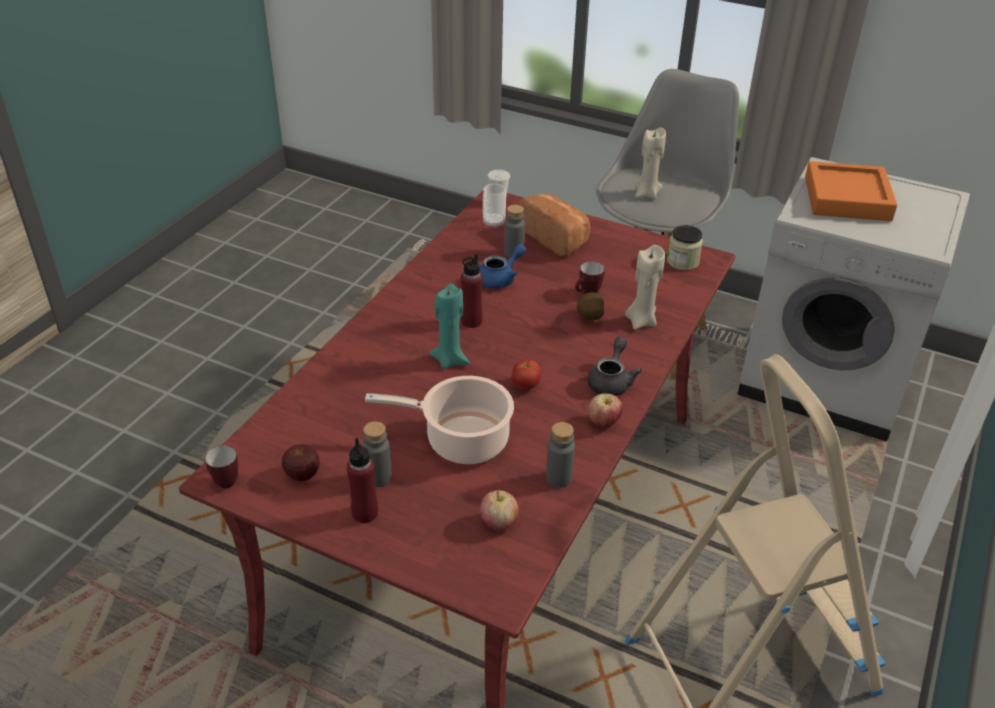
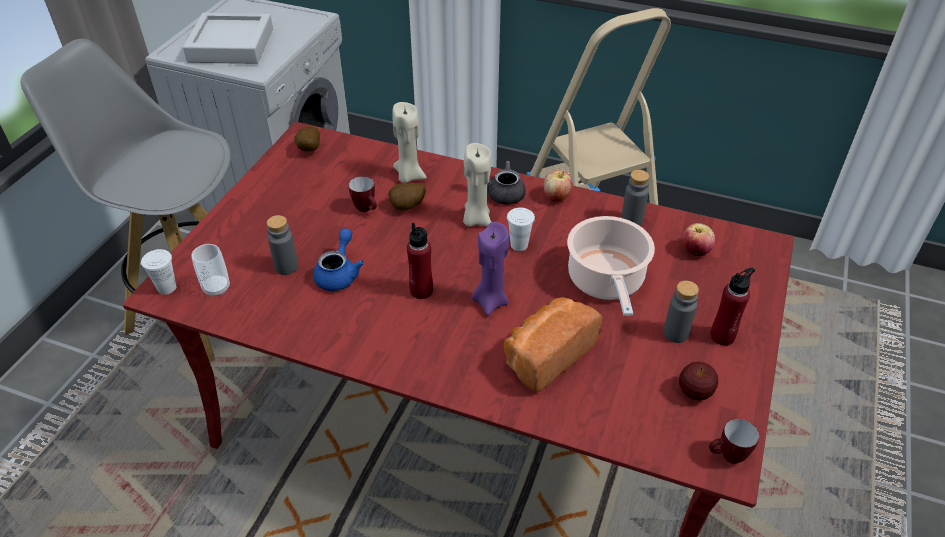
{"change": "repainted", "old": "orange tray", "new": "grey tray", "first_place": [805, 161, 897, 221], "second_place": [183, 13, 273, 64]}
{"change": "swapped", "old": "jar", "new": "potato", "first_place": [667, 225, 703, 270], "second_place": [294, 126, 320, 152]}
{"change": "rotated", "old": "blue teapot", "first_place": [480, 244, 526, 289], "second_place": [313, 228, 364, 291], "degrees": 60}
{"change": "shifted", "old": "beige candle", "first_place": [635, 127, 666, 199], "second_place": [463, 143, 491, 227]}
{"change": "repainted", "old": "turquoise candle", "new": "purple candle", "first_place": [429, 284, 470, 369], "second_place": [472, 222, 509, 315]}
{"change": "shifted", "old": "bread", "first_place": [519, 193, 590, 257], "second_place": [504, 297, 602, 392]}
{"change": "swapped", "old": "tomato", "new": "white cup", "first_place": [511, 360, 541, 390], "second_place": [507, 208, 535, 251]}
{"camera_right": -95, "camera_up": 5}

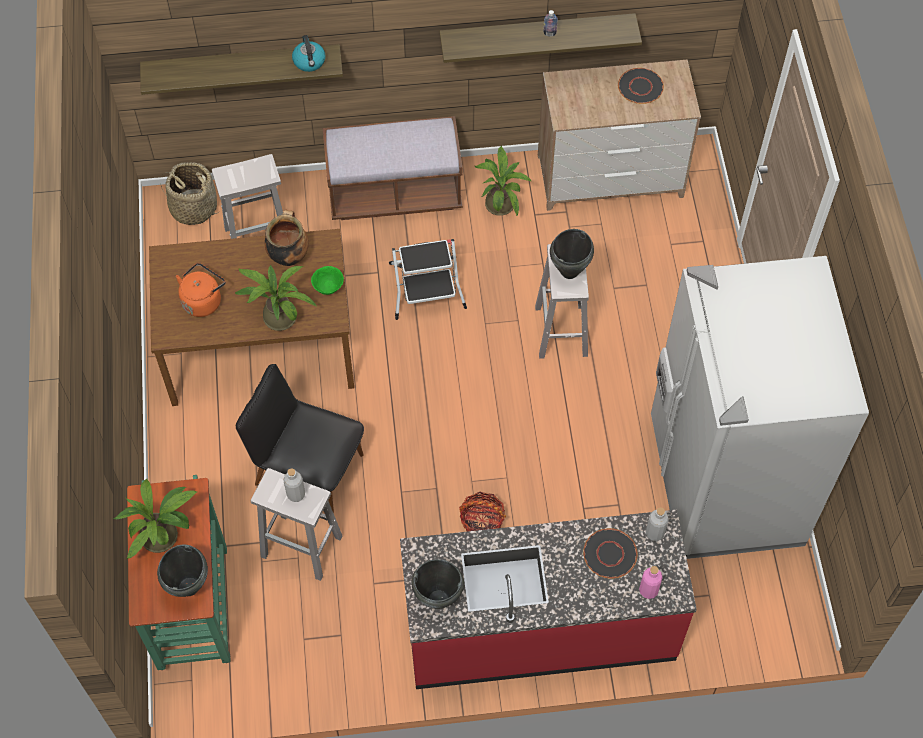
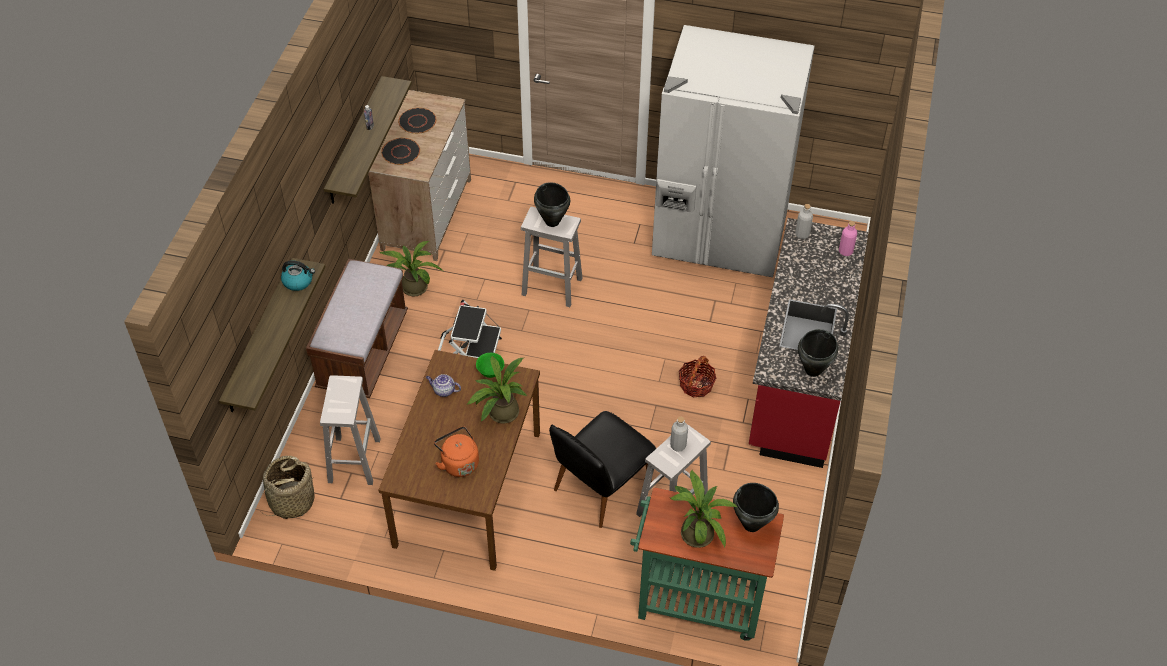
{"change": "shifted", "old": "black plate", "first_place": [583, 528, 638, 579], "second_place": [381, 138, 420, 165]}
{"change": "swapped", "old": "cooking pot", "new": "teapot", "first_place": [265, 210, 309, 266], "second_place": [426, 374, 461, 397]}
{"camera_right": -70, "camera_up": -10}

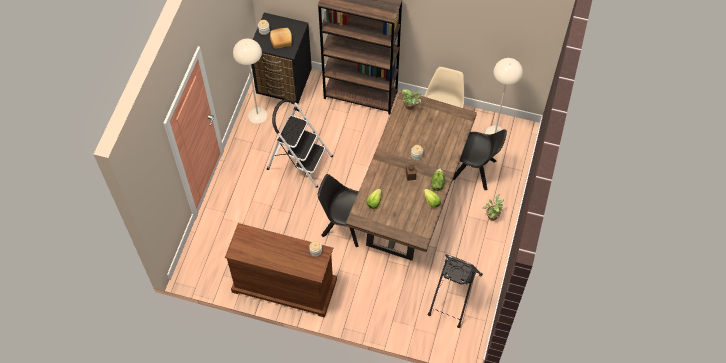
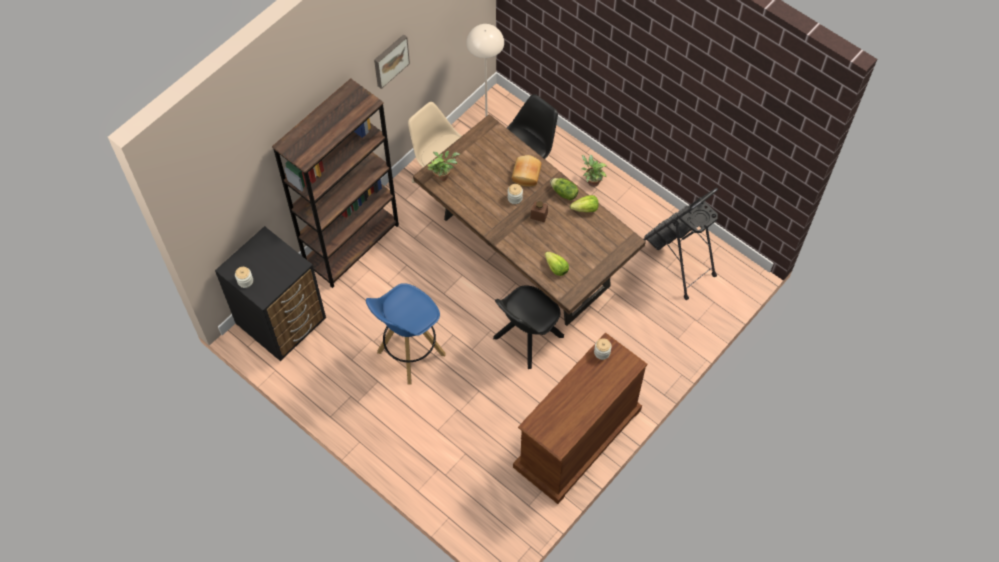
{"change": "swapped", "old": "step ladder", "new": "blue stool", "first_place": [267, 99, 333, 188], "second_place": [366, 283, 446, 385]}
{"change": "new", "new": "picture", "second_place": [374, 34, 410, 89]}
{"change": "shifted", "old": "bread", "first_place": [270, 28, 292, 49], "second_place": [512, 155, 542, 187]}
{"change": "gone", "old": "beige floor lamp", "first_place": [233, 39, 267, 124]}
{"camera_right": -65, "camera_up": 0}

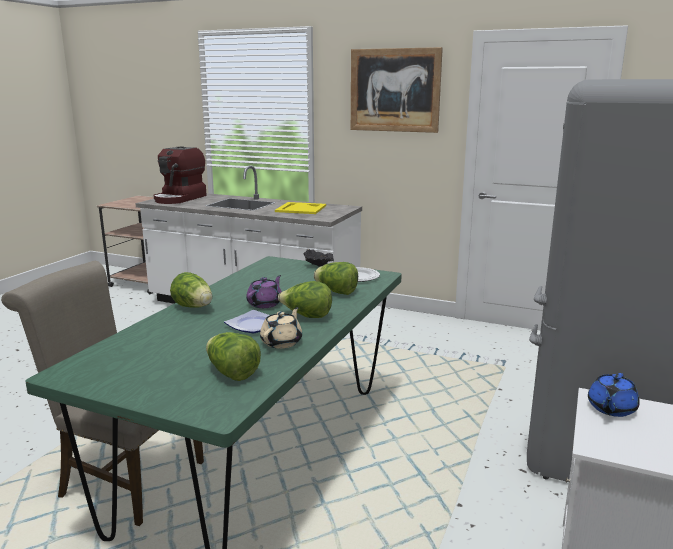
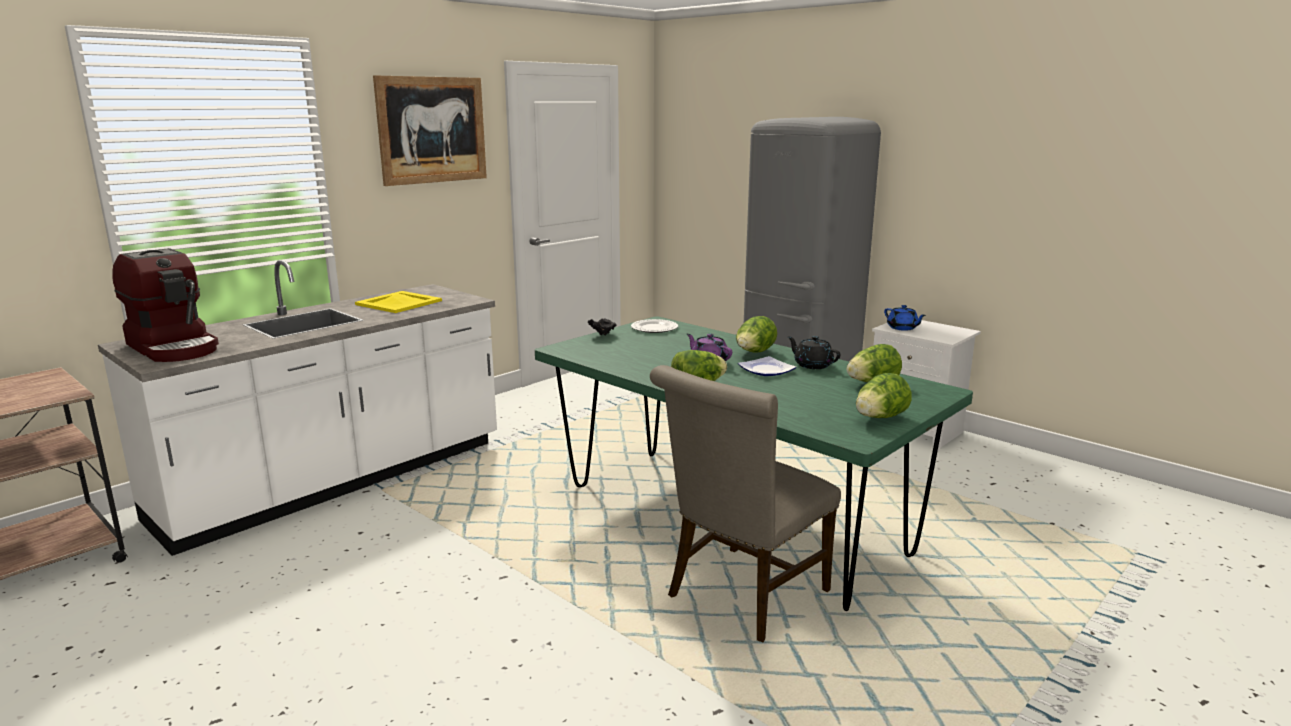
{"change": "repainted", "old": "beige teapot", "new": "black teapot", "first_place": [260, 307, 302, 349], "second_place": [787, 336, 841, 369]}
{"change": "shifted", "old": "lettuce", "first_place": [314, 262, 358, 295], "second_place": [856, 373, 912, 418]}
{"camera_right": -70, "camera_up": 0}

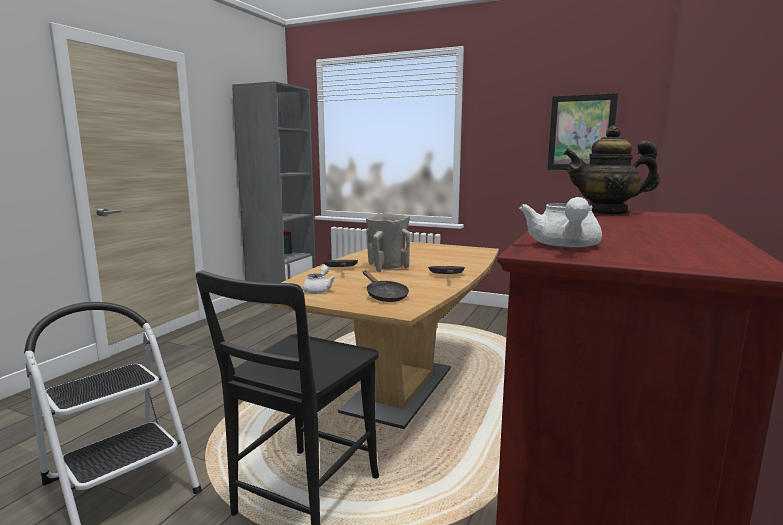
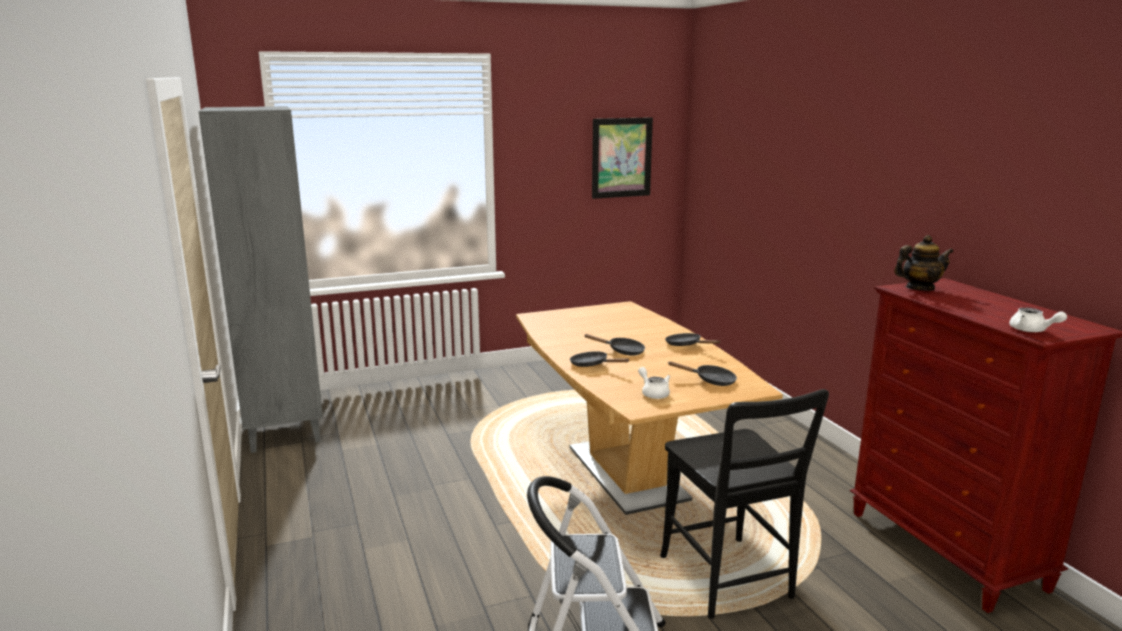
{"change": "swapped", "old": "beige vase", "new": "black frying pan", "first_place": [366, 212, 410, 272], "second_place": [584, 334, 645, 356]}
{"change": "rotated", "old": "teapot", "first_place": [563, 126, 659, 215], "second_place": [894, 235, 954, 291], "degrees": -150}
{"camera_right": -45, "camera_up": 5}

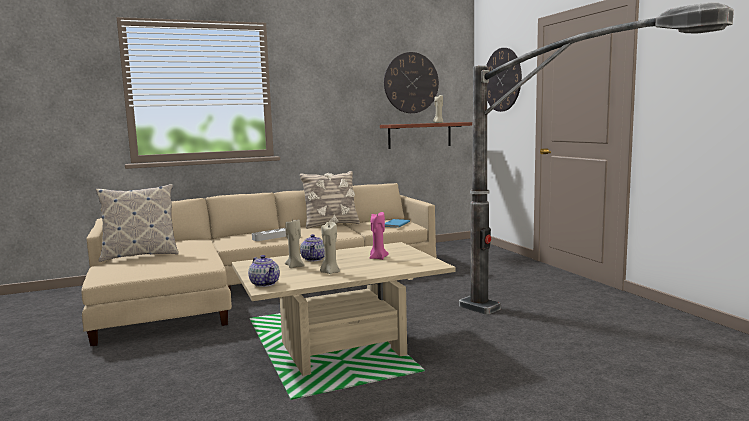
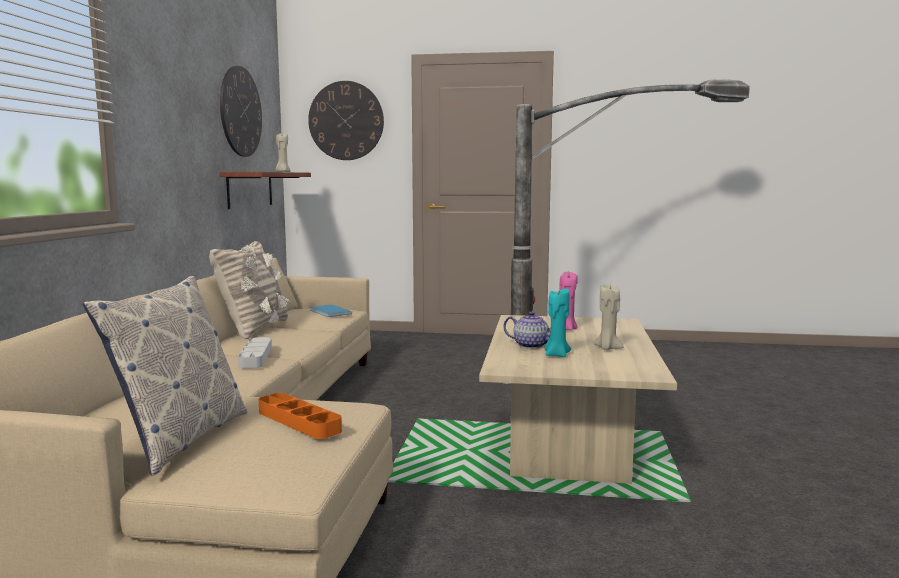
{"change": "new", "new": "orange tray", "second_place": [259, 393, 342, 439]}
{"change": "repainted", "old": "beige candle", "new": "turquoise candle", "first_place": [285, 219, 305, 268], "second_place": [545, 288, 571, 357]}
{"change": "gone", "old": "teapot", "first_place": [248, 255, 280, 287]}
{"camera_right": -60, "camera_up": 0}

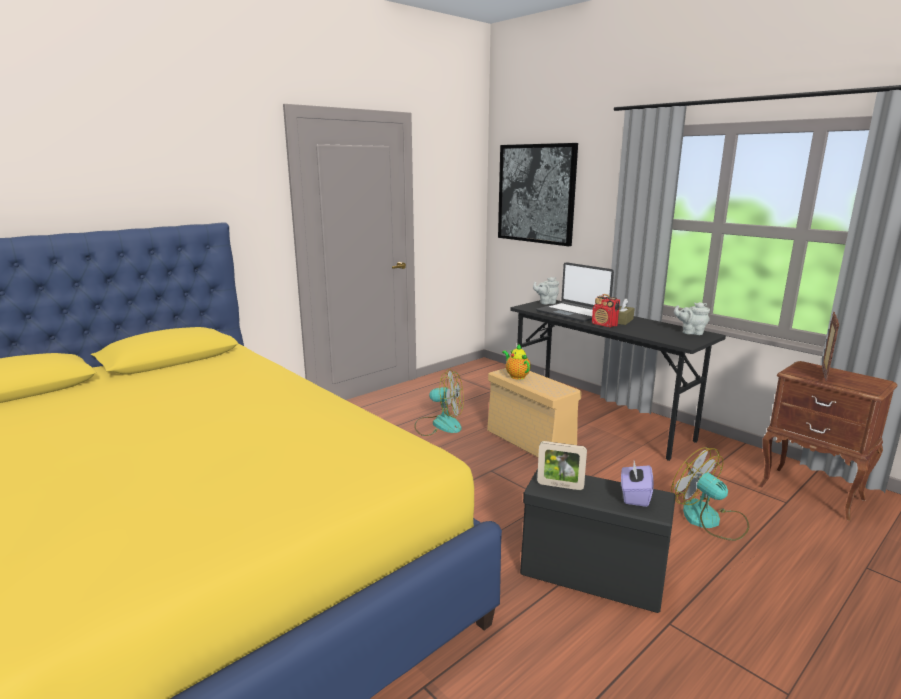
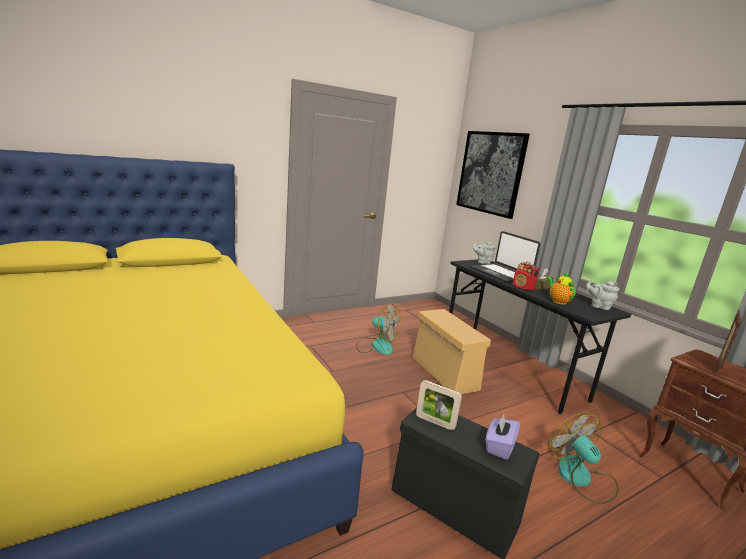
{"change": "shifted", "old": "teapot", "first_place": [502, 344, 531, 380], "second_place": [546, 272, 576, 305]}
{"camera_right": 10, "camera_up": 0}

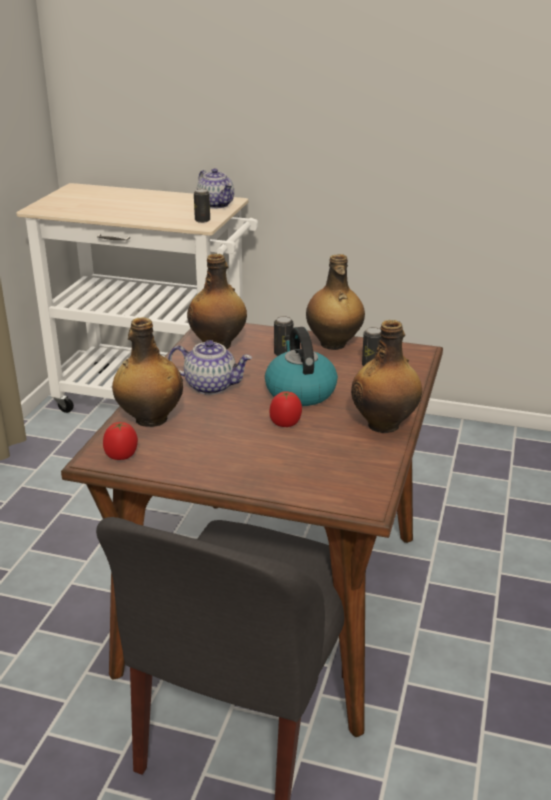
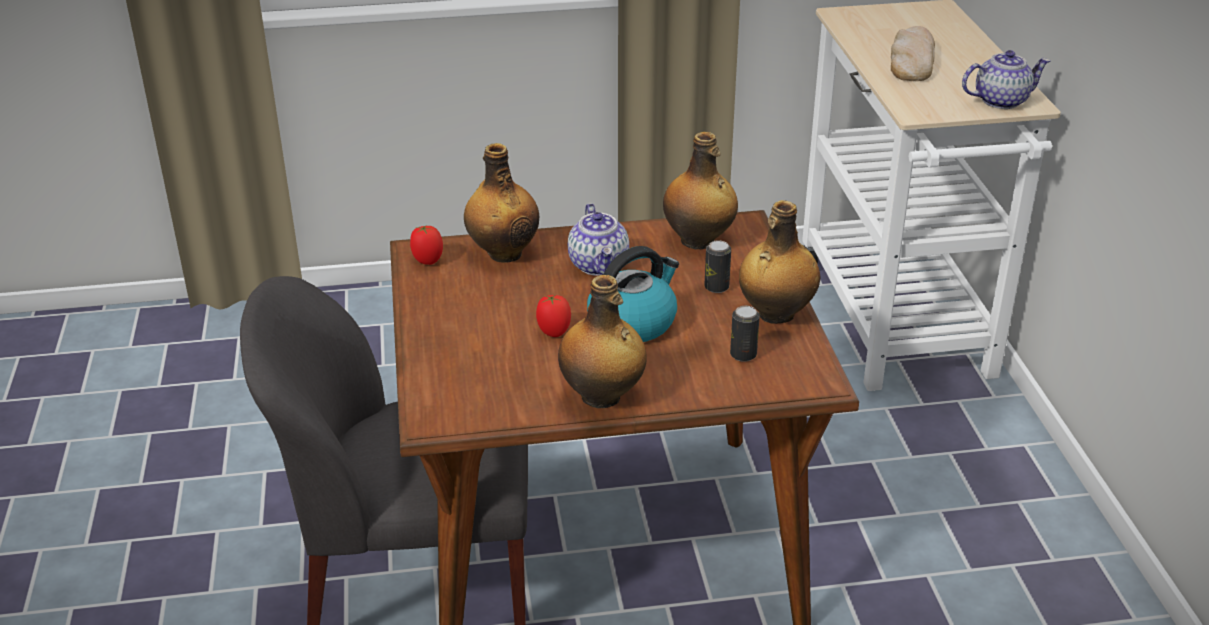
{"change": "new", "new": "bread", "second_place": [891, 26, 935, 81]}
{"change": "rotated", "old": "teapot", "first_place": [197, 168, 234, 209], "second_place": [962, 50, 1050, 109], "degrees": -135}
{"change": "gone", "old": "can", "first_place": [194, 189, 210, 223]}
{"camera_right": 65, "camera_up": 5}

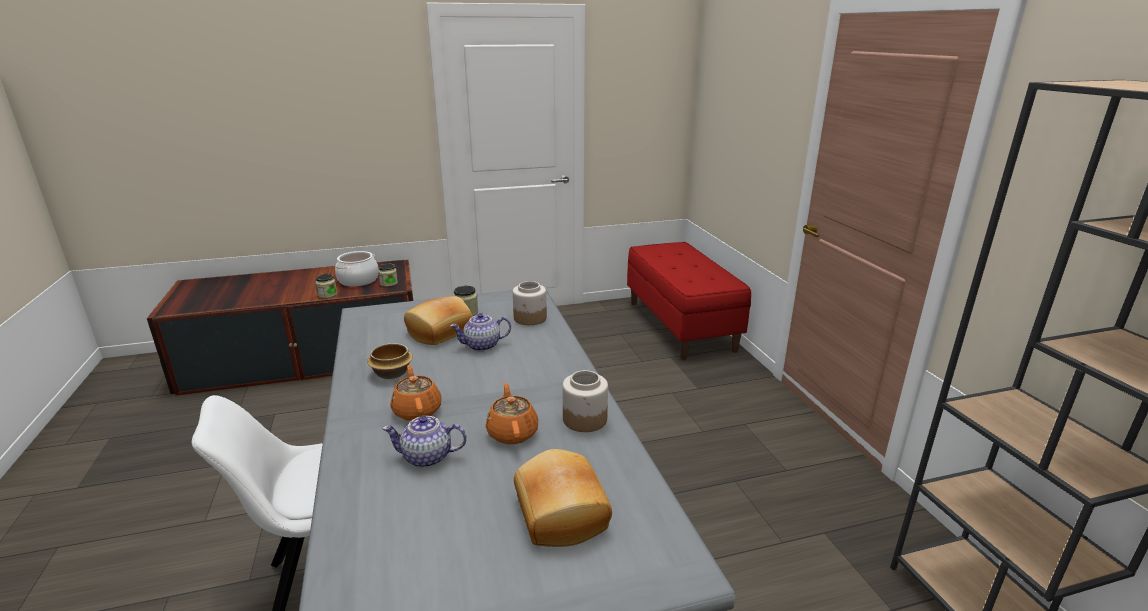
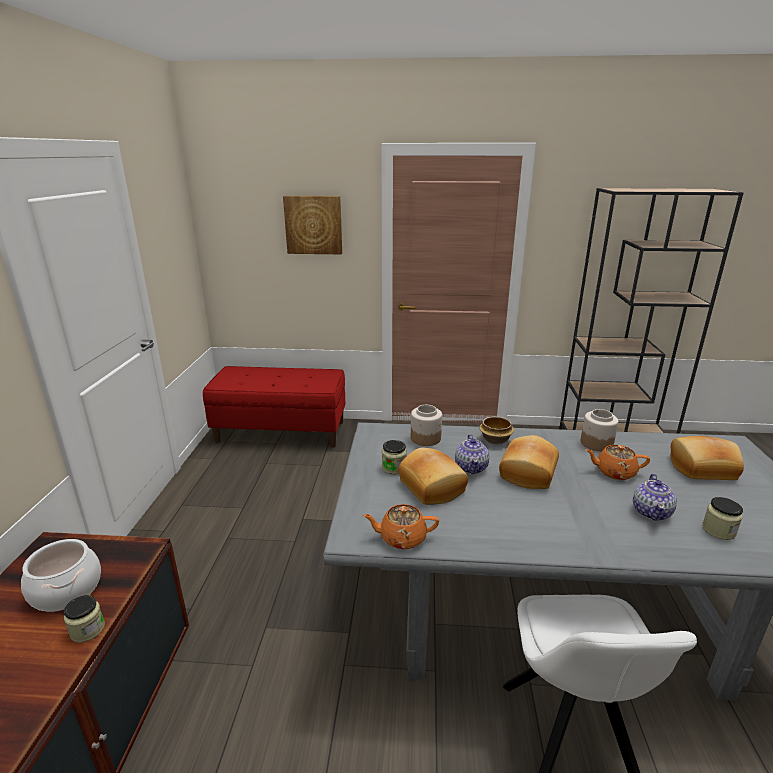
{"change": "new", "new": "picture", "second_place": [283, 196, 342, 254]}
{"change": "shifted", "old": "orange teapot", "first_place": [391, 365, 442, 421], "second_place": [363, 504, 439, 549]}
{"change": "shifted", "old": "bowl", "first_place": [367, 343, 413, 379], "second_place": [479, 416, 514, 445]}
{"change": "new", "new": "bread", "second_place": [499, 435, 559, 489]}
{"change": "shifted", "old": "jar", "first_place": [378, 263, 398, 287], "second_place": [702, 497, 743, 540]}
{"camera_right": -70, "camera_up": 0}

